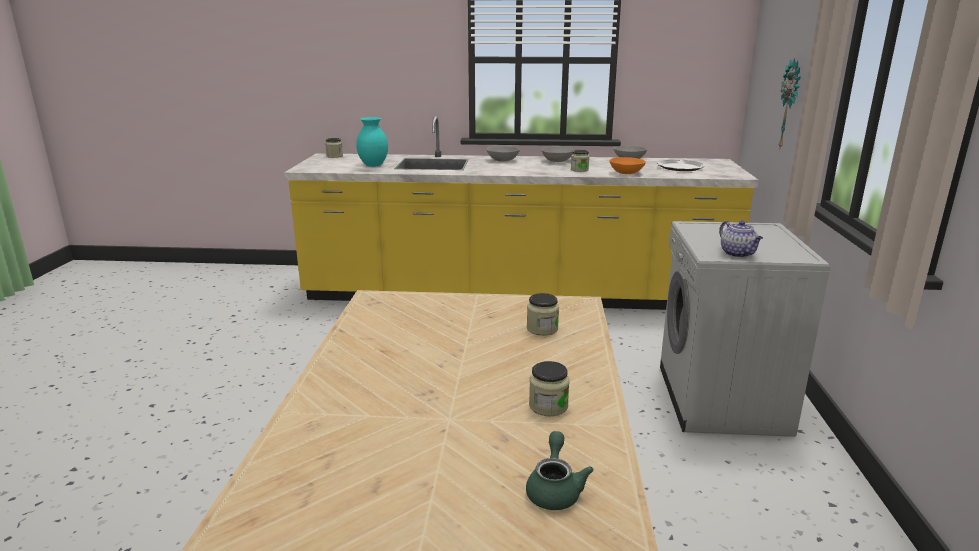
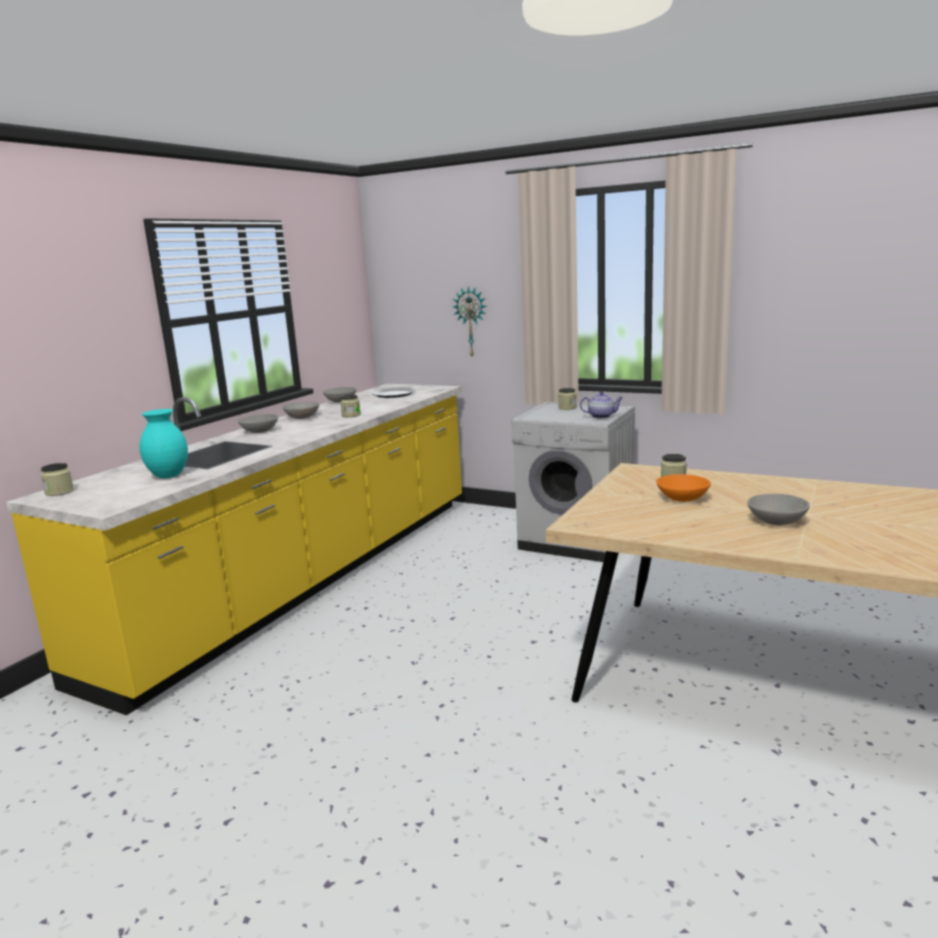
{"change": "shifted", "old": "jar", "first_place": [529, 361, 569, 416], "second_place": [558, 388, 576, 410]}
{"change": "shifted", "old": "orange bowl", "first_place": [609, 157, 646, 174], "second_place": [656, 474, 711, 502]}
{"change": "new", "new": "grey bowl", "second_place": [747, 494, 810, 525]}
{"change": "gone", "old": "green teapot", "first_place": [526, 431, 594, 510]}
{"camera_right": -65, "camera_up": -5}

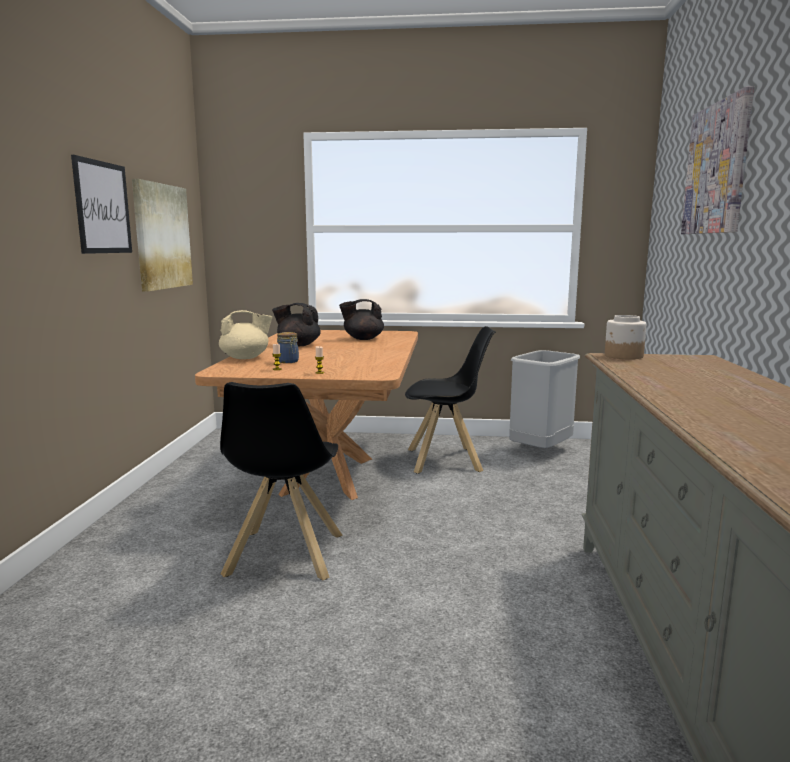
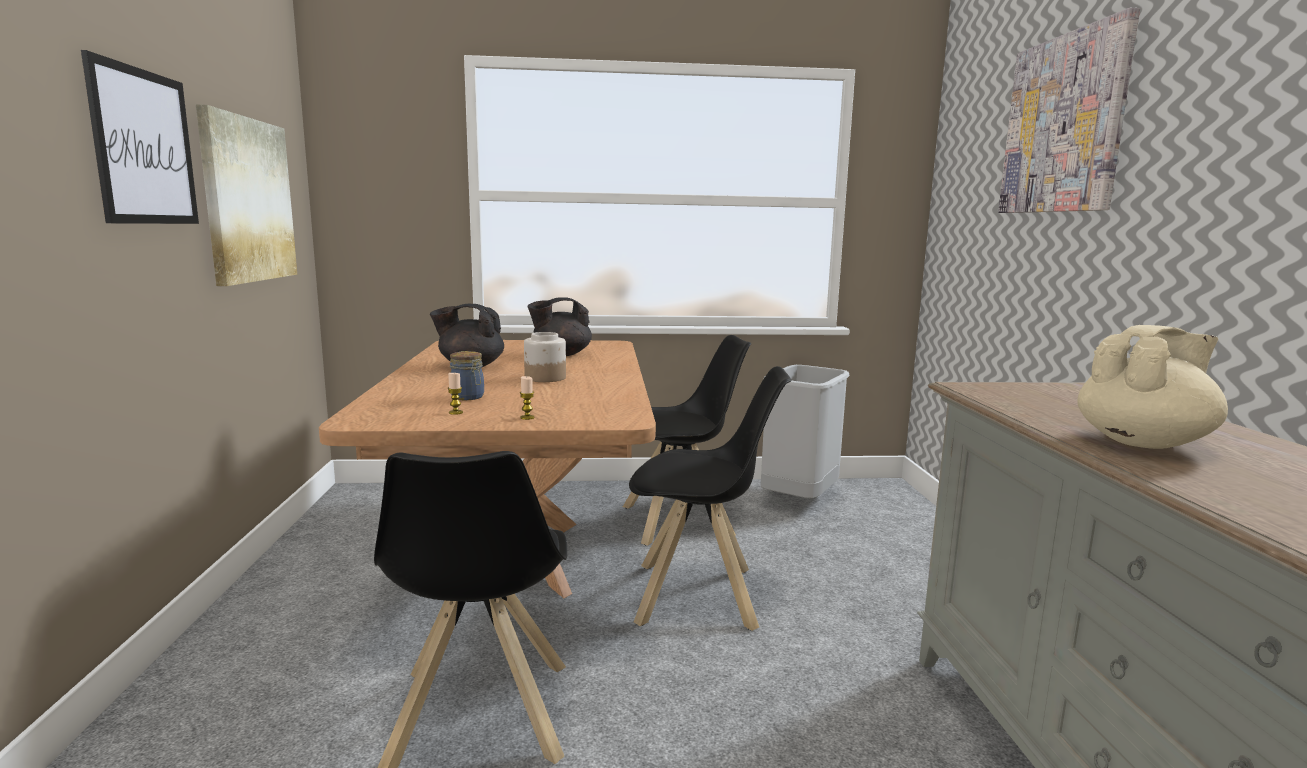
{"change": "shifted", "old": "jar", "first_place": [605, 315, 646, 359], "second_place": [524, 332, 566, 382]}
{"change": "new", "new": "black chair", "second_place": [629, 366, 792, 631]}
{"change": "shifted", "old": "beige teapot", "first_place": [219, 310, 273, 359], "second_place": [1077, 325, 1228, 449]}
{"camera_right": -10, "camera_up": 0}

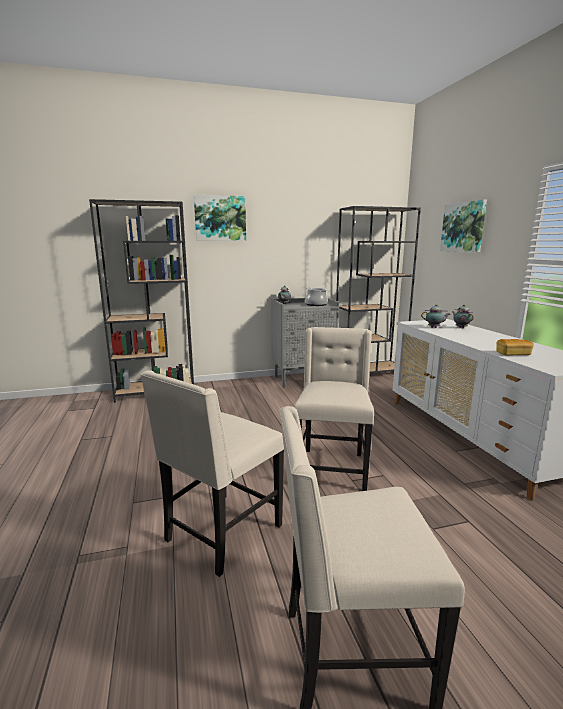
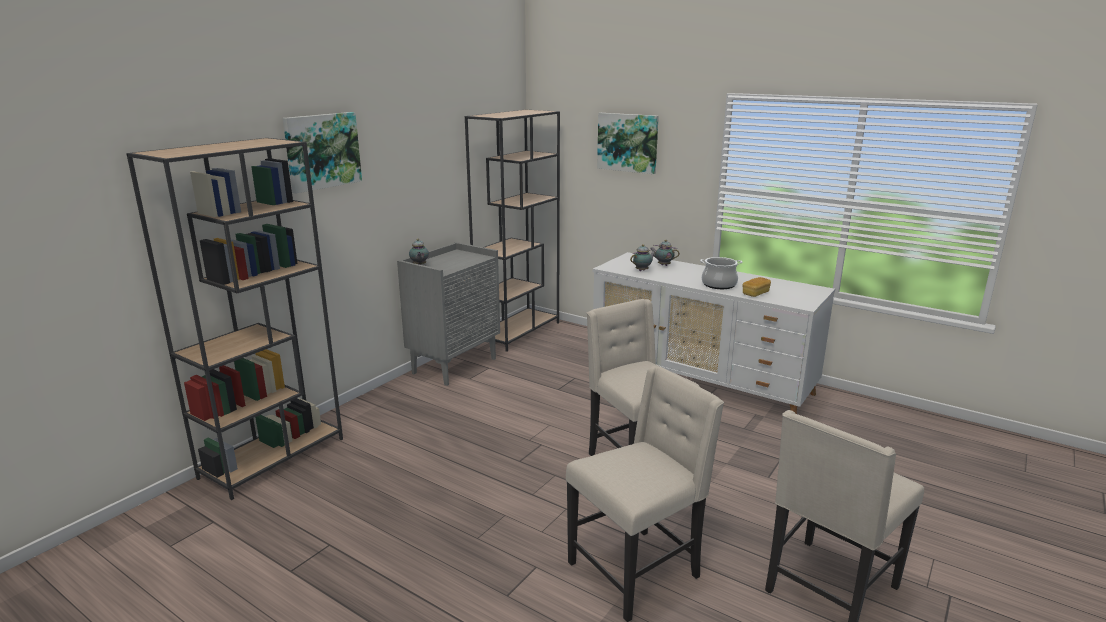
{"change": "rotated", "old": "beige chair", "first_place": [140, 370, 284, 577], "second_place": [566, 366, 724, 622], "degrees": -120}
{"change": "shifted", "old": "cooking pot", "first_place": [305, 288, 328, 306], "second_place": [700, 257, 742, 289]}
{"camera_right": -40, "camera_up": 5}

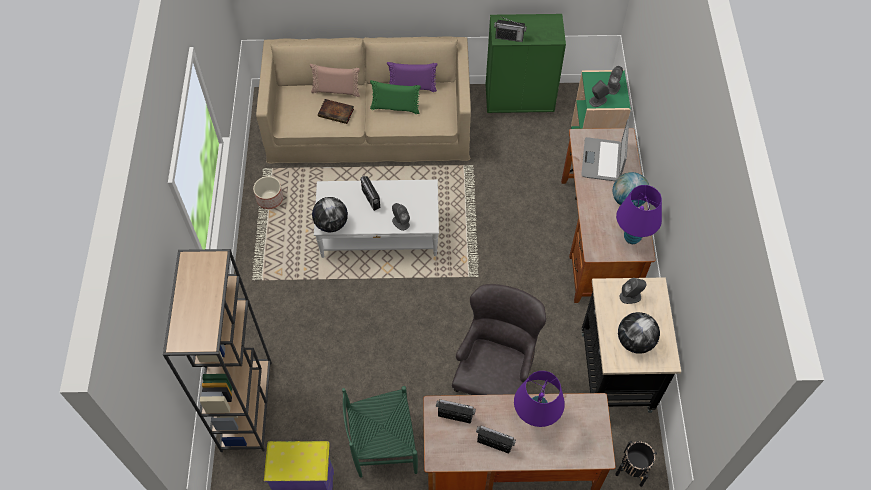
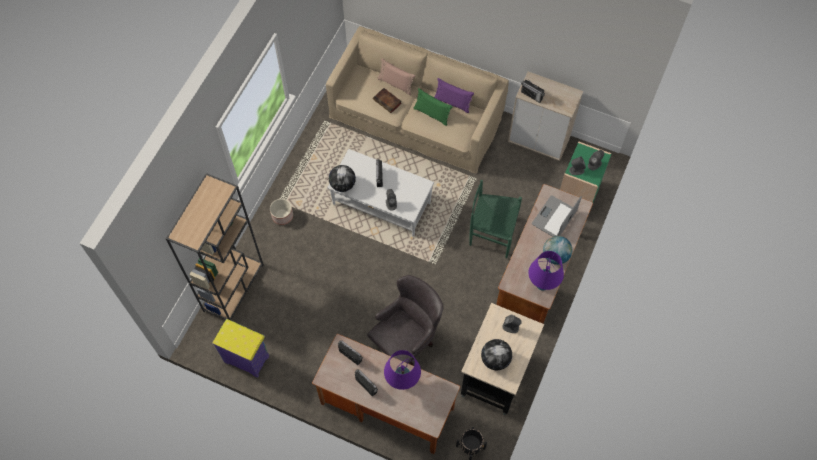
{"change": "shifted", "old": "planter", "first_place": [253, 176, 283, 209], "second_place": [270, 199, 293, 225]}
{"change": "shifted", "old": "green chair", "first_place": [342, 386, 418, 478], "second_place": [469, 180, 522, 258]}
{"change": "repainted", "old": "green cabinet", "new": "beige cabinet", "first_place": [485, 14, 566, 113], "second_place": [508, 72, 583, 161]}
{"camera_right": 25, "camera_up": 5}

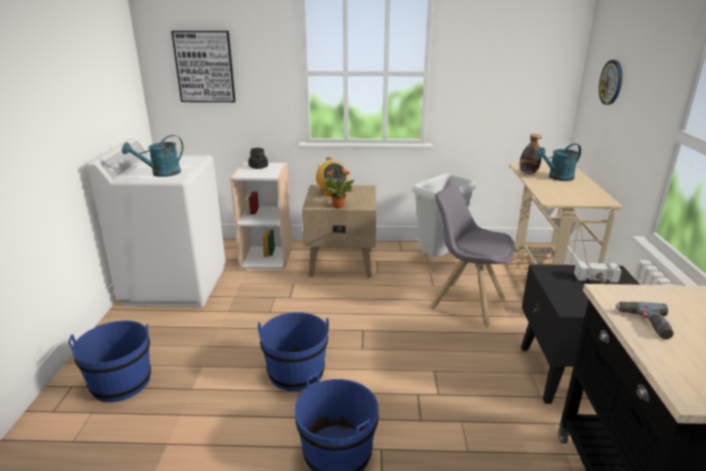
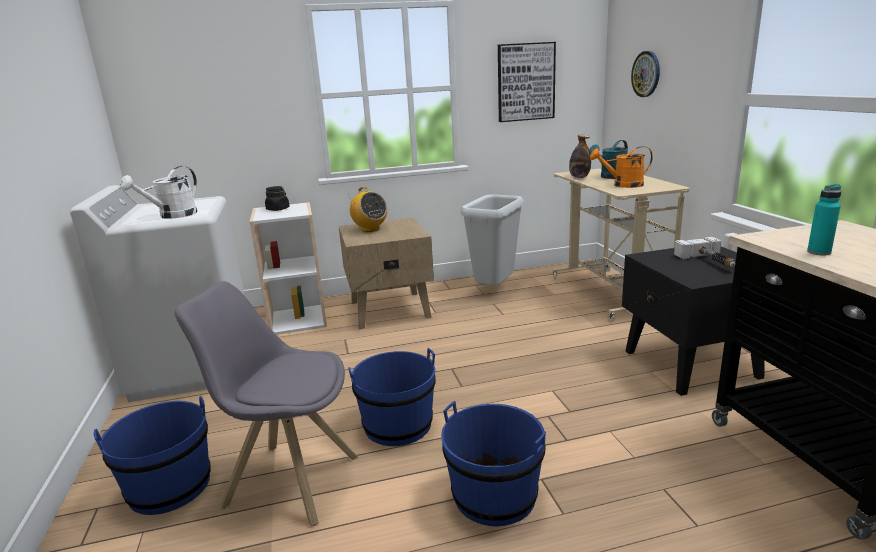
{"change": "repainted", "old": "turquoise watering can", "new": "white watering can", "first_place": [122, 135, 183, 177], "second_place": [120, 166, 197, 219]}
{"change": "shifted", "old": "grey chair", "first_place": [430, 183, 515, 326], "second_place": [175, 281, 358, 527]}
{"change": "shifted", "old": "picture", "first_place": [171, 31, 236, 102], "second_place": [498, 42, 556, 122]}
{"change": "new", "new": "orange watering can", "second_place": [590, 146, 653, 188]}
{"change": "swapped", "old": "power drill", "new": "turquoise bottle", "first_place": [615, 302, 674, 339], "second_place": [807, 184, 842, 255]}
{"change": "gone", "old": "potted plant", "first_place": [321, 169, 354, 208]}
{"camera_right": -15, "camera_up": -5}

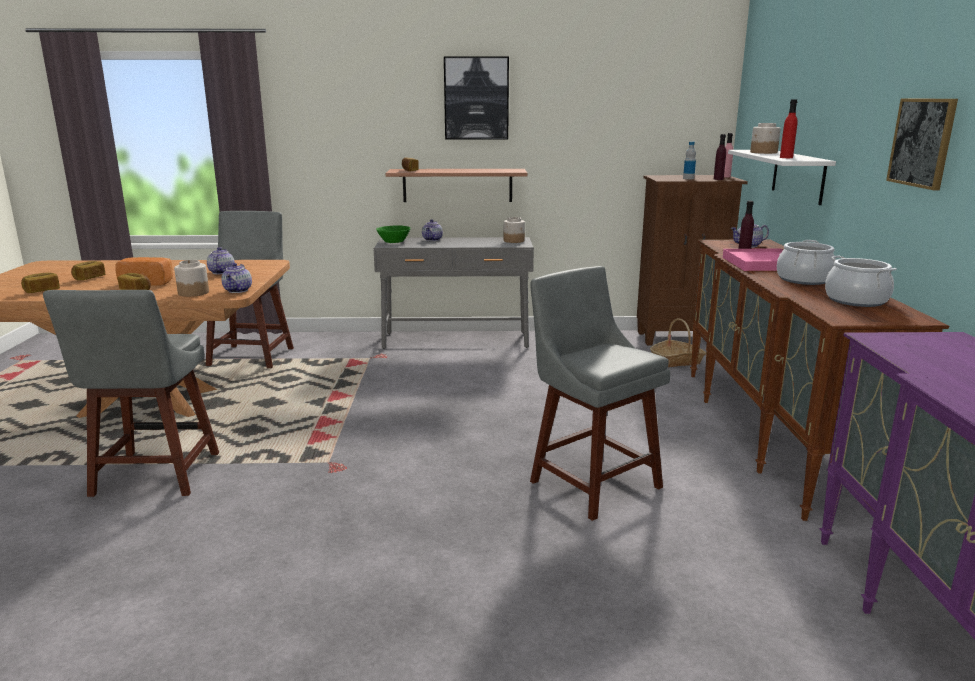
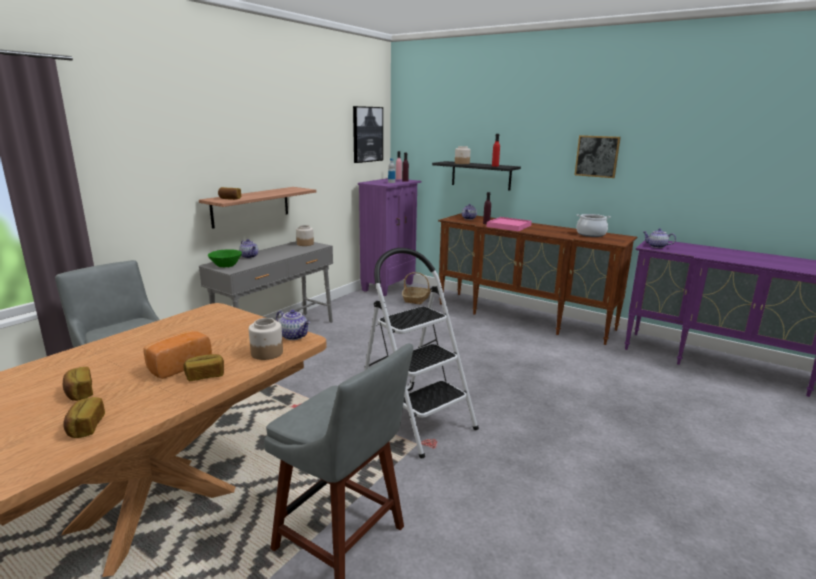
{"change": "shifted", "old": "picture", "first_place": [444, 56, 509, 140], "second_place": [353, 106, 383, 163]}
{"change": "repainted", "old": "brown cabinet", "new": "purple cabinet", "first_place": [637, 175, 748, 345], "second_place": [358, 178, 421, 296]}
{"change": "new", "new": "step ladder", "second_place": [364, 248, 479, 458]}
{"change": "repainted", "old": "white shelf", "new": "black shelf", "first_place": [728, 150, 836, 205], "second_place": [432, 161, 521, 191]}
{"change": "shifted", "old": "teapot", "first_place": [207, 247, 235, 274], "second_place": [643, 229, 676, 248]}
{"change": "gone", "old": "grey chair", "first_place": [530, 266, 670, 521]}
{"change": "gone", "old": "cooking pot", "first_place": [777, 240, 836, 285]}
{"camera_right": -55, "camera_up": 0}

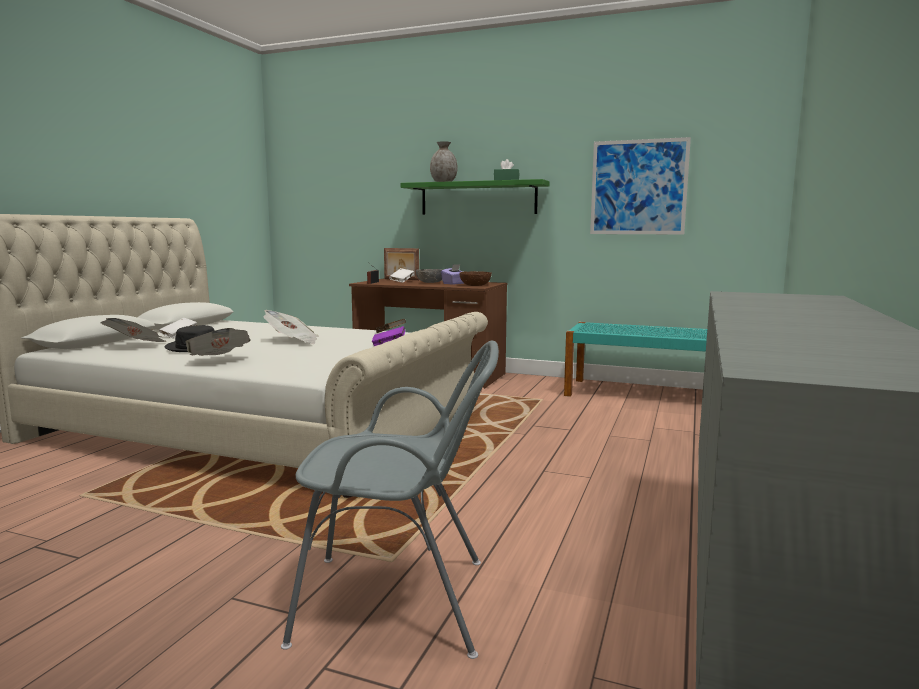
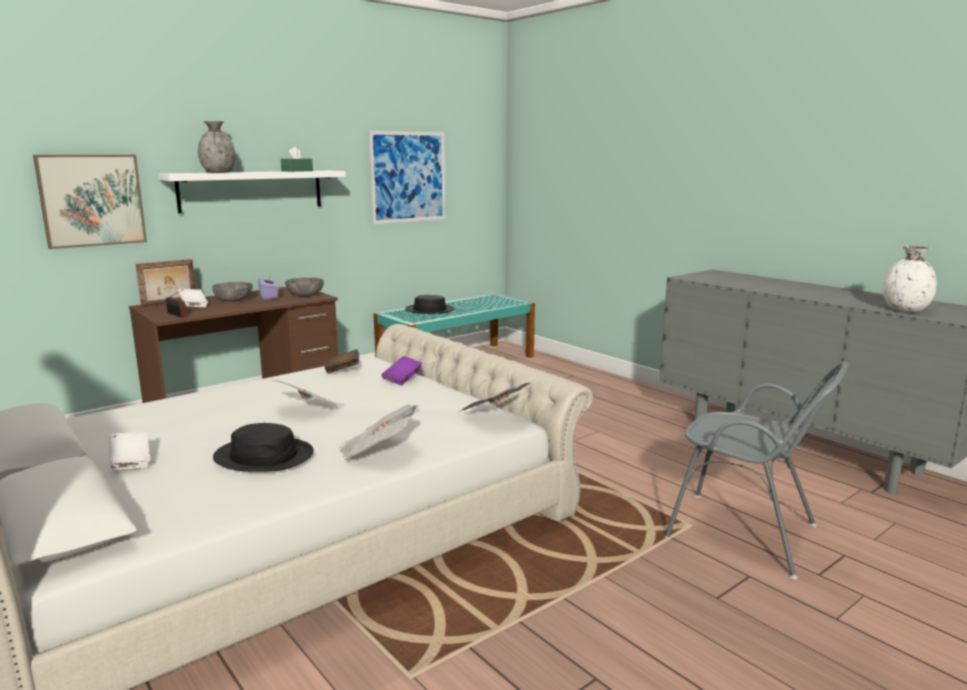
{"change": "new", "new": "picture", "second_place": [33, 155, 147, 249]}
{"change": "repainted", "old": "green shelf", "new": "white shelf", "first_place": [401, 179, 550, 215], "second_place": [158, 171, 346, 213]}
{"change": "repainted", "old": "brown bowl", "new": "grey bowl", "first_place": [459, 271, 492, 286], "second_place": [285, 277, 324, 297]}
{"change": "new", "new": "black hat", "second_place": [405, 295, 455, 314]}
{"change": "shifted", "old": "newspaper", "first_place": [100, 318, 166, 342], "second_place": [458, 383, 530, 412]}
{"change": "rotated", "old": "grey chair", "first_place": [281, 340, 499, 659], "second_place": [665, 361, 849, 580], "degrees": 90}
{"change": "new", "new": "white vase", "second_place": [883, 246, 937, 312]}
{"camera_right": -60, "camera_up": 5}

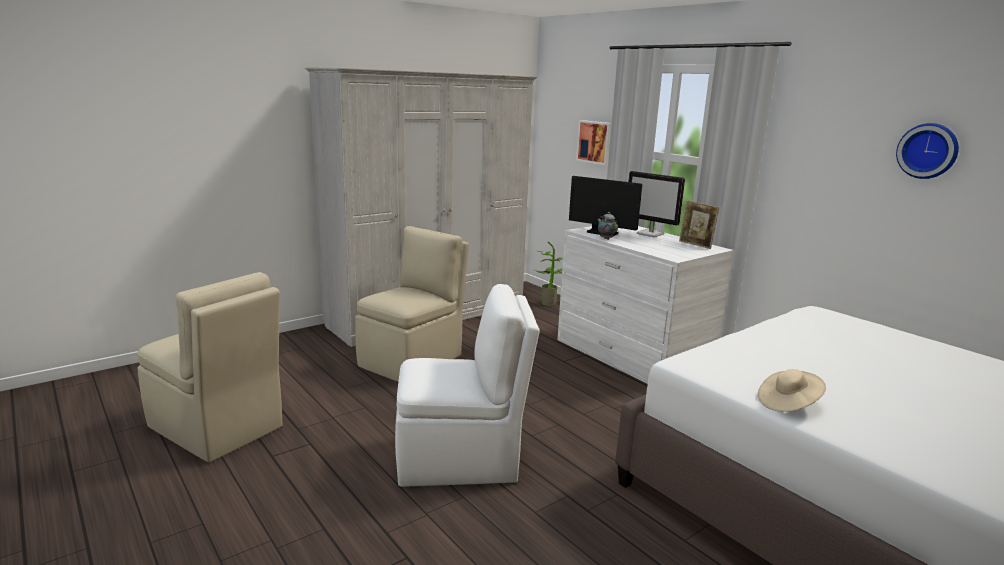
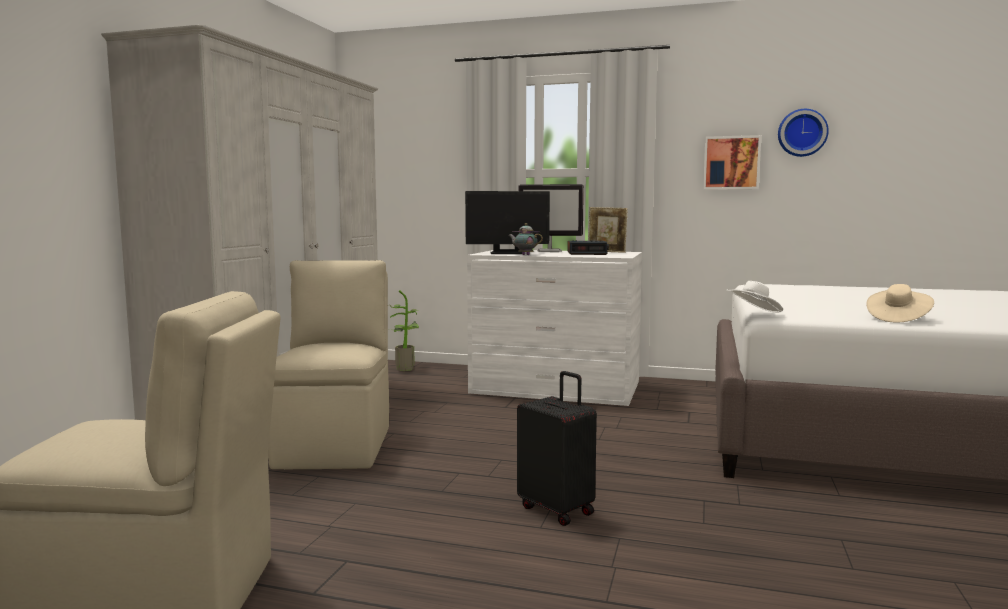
{"change": "swapped", "old": "white chair", "new": "black suitcase", "first_place": [395, 284, 540, 487], "second_place": [517, 371, 597, 526]}
{"change": "new", "new": "alarm clock", "second_place": [567, 240, 609, 255]}
{"change": "shifted", "old": "picture", "first_place": [576, 120, 612, 165], "second_place": [703, 135, 761, 190]}
{"change": "new", "new": "white hat", "second_place": [726, 281, 783, 313]}
{"camera_right": -35, "camera_up": -10}

